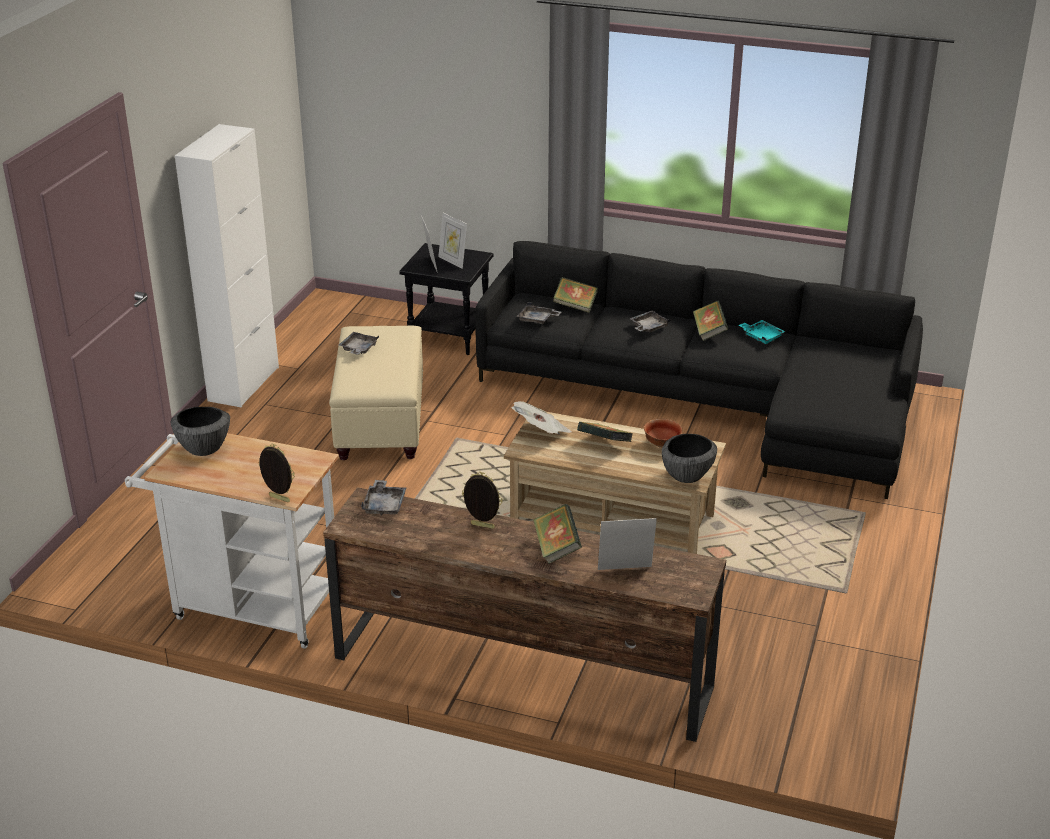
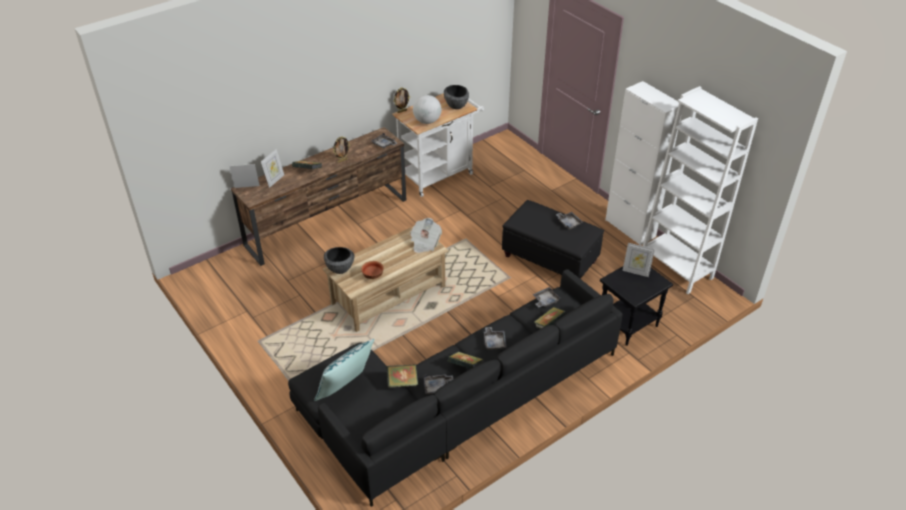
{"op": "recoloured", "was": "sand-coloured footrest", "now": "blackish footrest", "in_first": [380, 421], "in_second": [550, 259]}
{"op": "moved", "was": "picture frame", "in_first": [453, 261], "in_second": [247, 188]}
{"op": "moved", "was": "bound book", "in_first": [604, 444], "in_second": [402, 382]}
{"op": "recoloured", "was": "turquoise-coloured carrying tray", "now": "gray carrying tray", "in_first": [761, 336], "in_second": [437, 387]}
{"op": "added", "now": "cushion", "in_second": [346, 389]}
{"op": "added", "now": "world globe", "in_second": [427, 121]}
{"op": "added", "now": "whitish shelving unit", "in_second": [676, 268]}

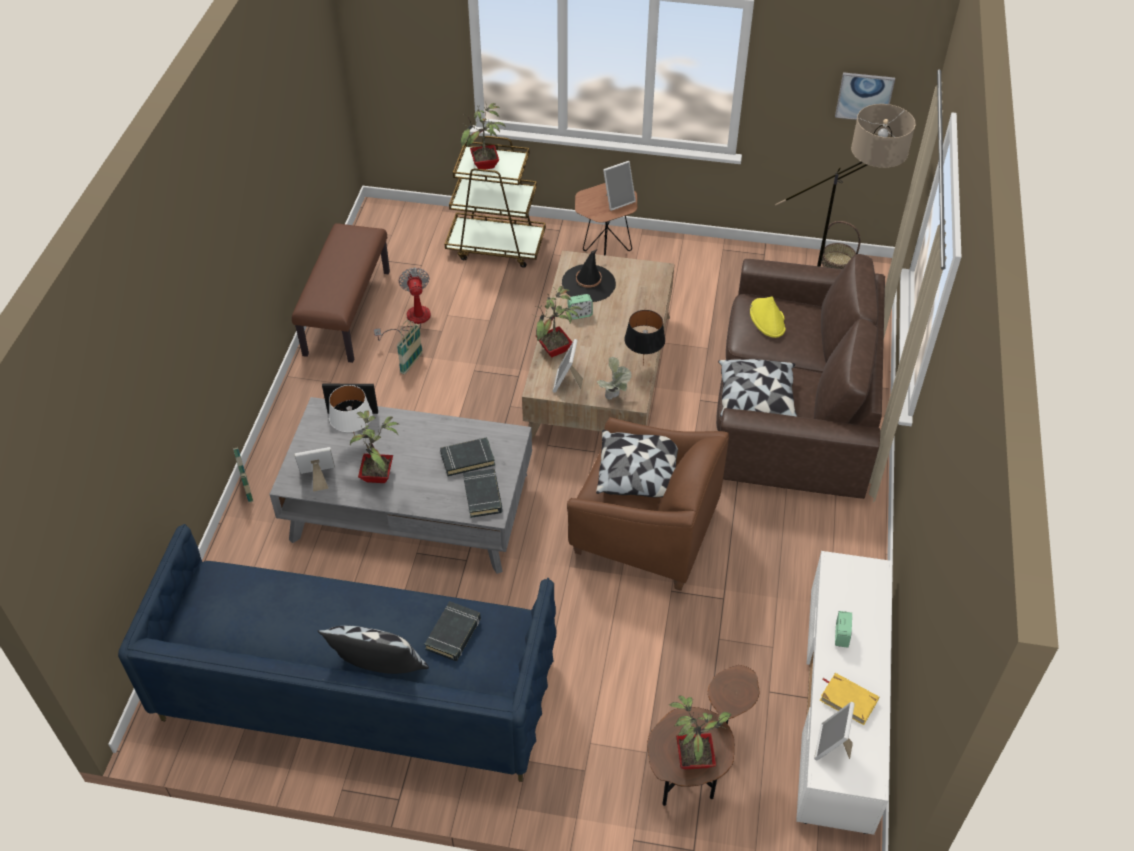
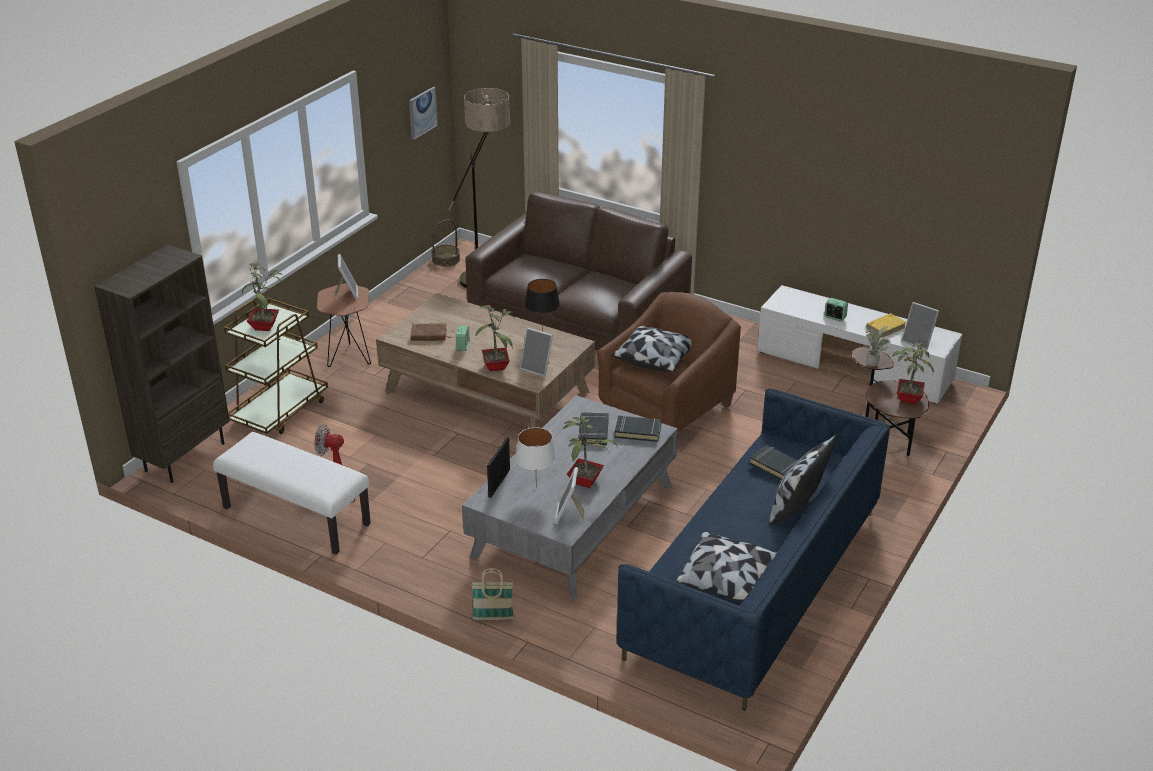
{"op": "recoloured", "was": "brown-coloured bench", "now": "whitish bench", "in_first": [346, 312], "in_second": [295, 517]}
{"op": "removed", "was": "basket", "in_first": [411, 363]}
{"op": "replaced", "was": "blackish hat", "now": "brown-coloured bound book", "in_first": [588, 283], "in_second": [429, 335]}
{"op": "moved", "was": "plant in a pot", "in_first": [614, 397], "in_second": [874, 362]}
{"op": "moved", "was": "cushion", "in_first": [756, 400], "in_second": [728, 580]}
{"op": "removed", "was": "yellow-coloured hat", "in_first": [767, 319]}
{"op": "added", "now": "brown-coloured shelving unit", "in_second": [184, 456]}

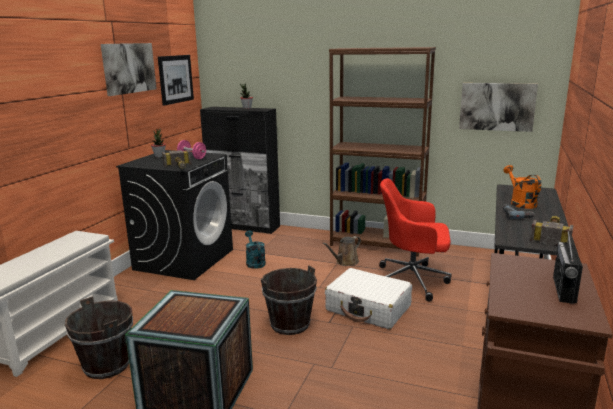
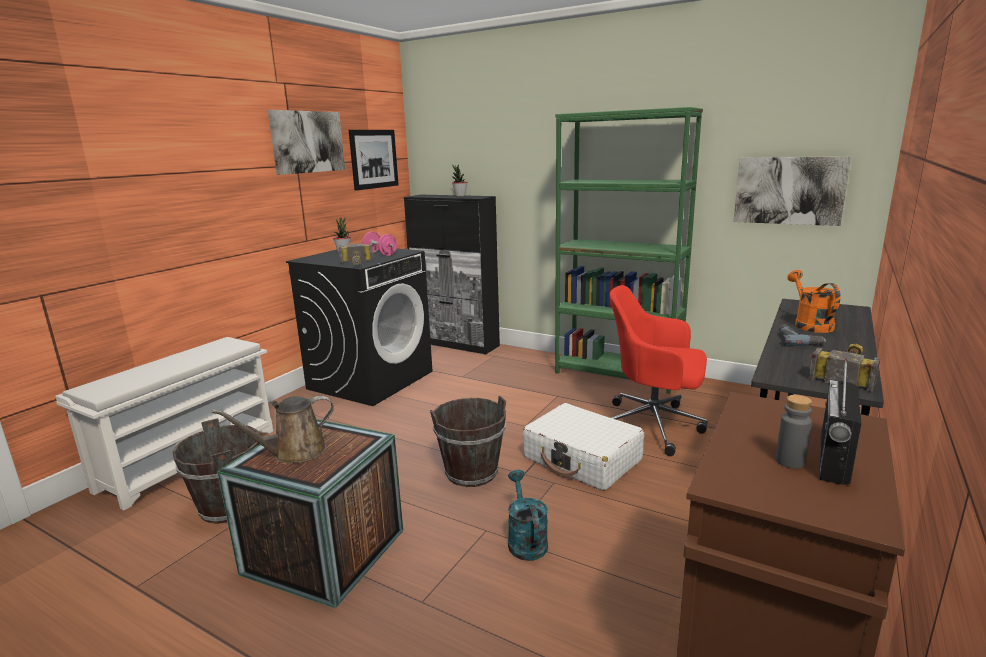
{"op": "moved", "was": "turquoise-coloured watering can", "in_first": [254, 262], "in_second": [525, 540]}
{"op": "moved", "was": "brown-coloured watering can", "in_first": [345, 262], "in_second": [294, 453]}
{"op": "recoloured", "was": "brown-coloured shelving unit", "now": "green shelving unit", "in_first": [377, 244], "in_second": [617, 374]}
{"op": "added", "now": "gray beverage bottle", "in_second": [790, 461]}

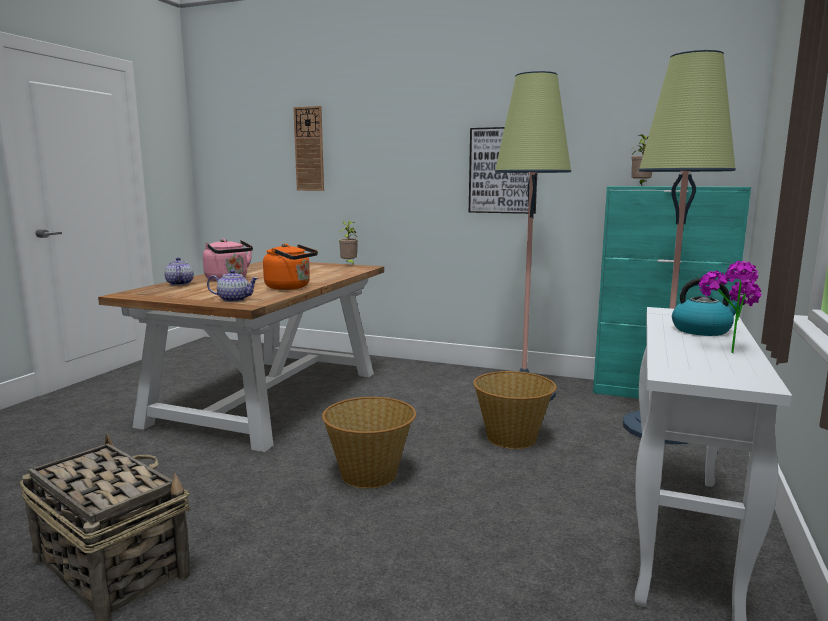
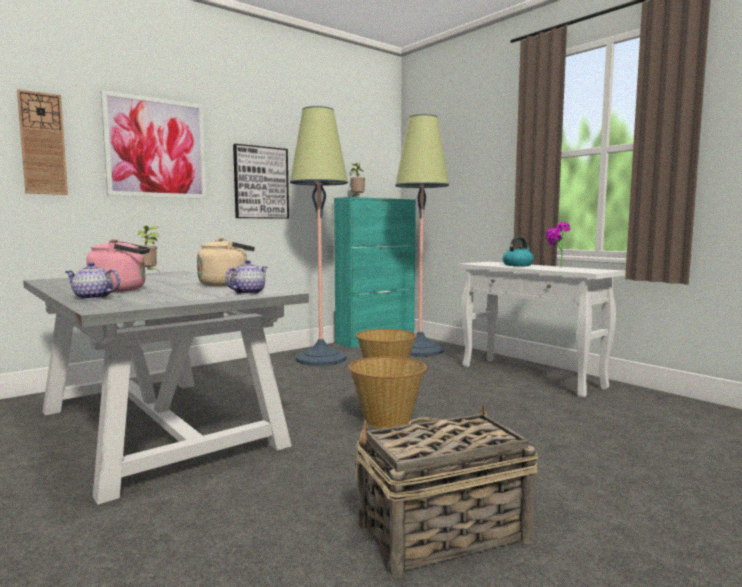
{"op": "recoloured", "was": "brown-coloured dining table", "now": "gray dining table", "in_first": [268, 397], "in_second": [155, 427]}
{"op": "recoloured", "was": "orange-coloured tea kettle", "now": "sand-coloured tea kettle", "in_first": [290, 287], "in_second": [226, 284]}
{"op": "added", "now": "wall picture", "in_second": [156, 148]}

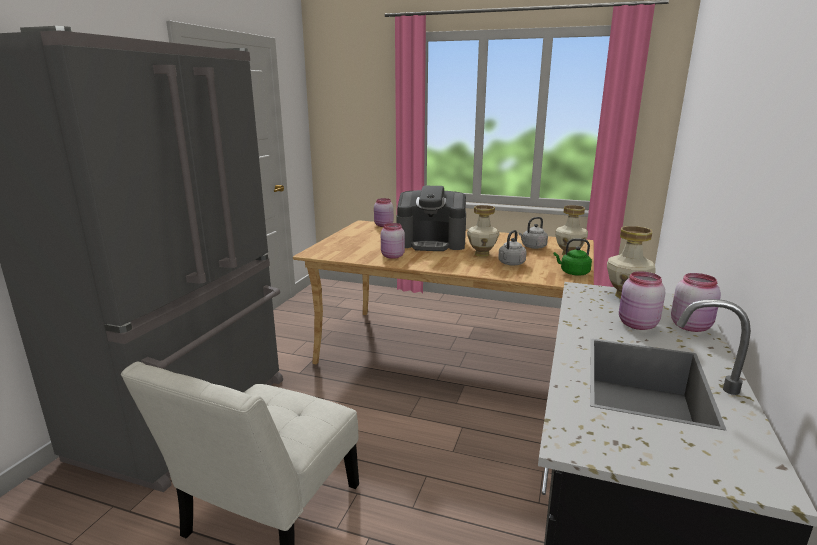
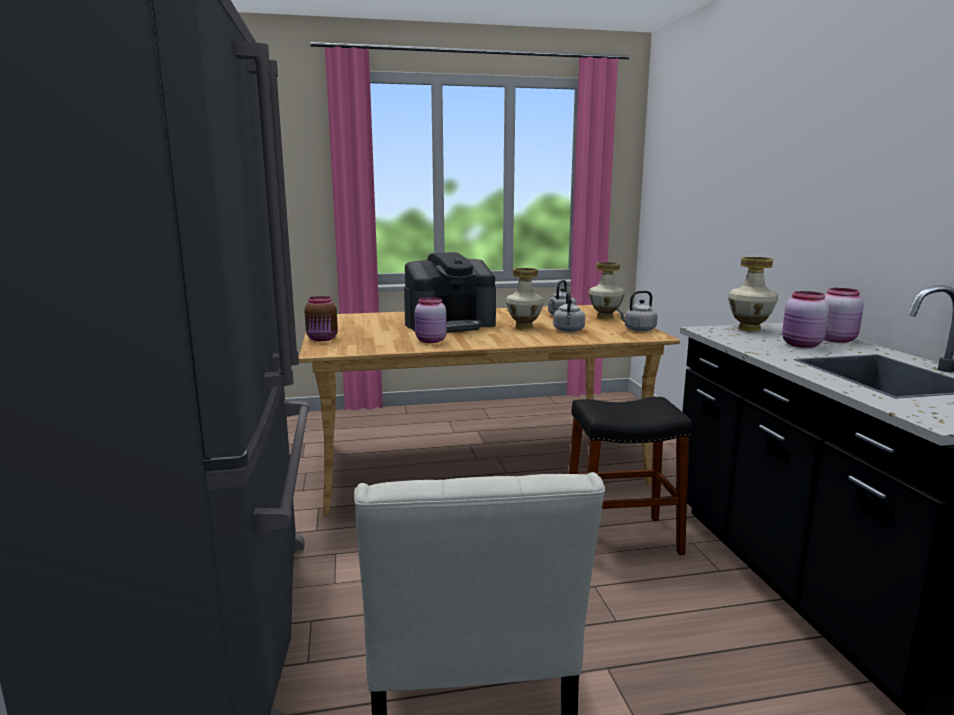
{"op": "removed", "was": "pink-coloured storage jar", "in_first": [383, 225]}
{"op": "recoloured", "was": "green tea kettle", "now": "gray tea kettle", "in_first": [573, 273], "in_second": [638, 329]}
{"op": "added", "now": "brown-coloured storage jar", "in_second": [323, 339]}
{"op": "added", "now": "blackish sitting stool", "in_second": [621, 538]}

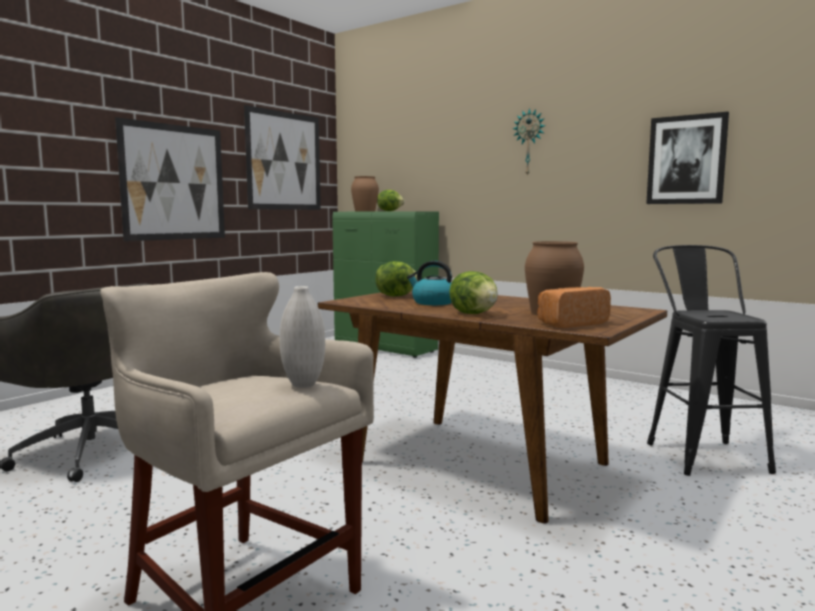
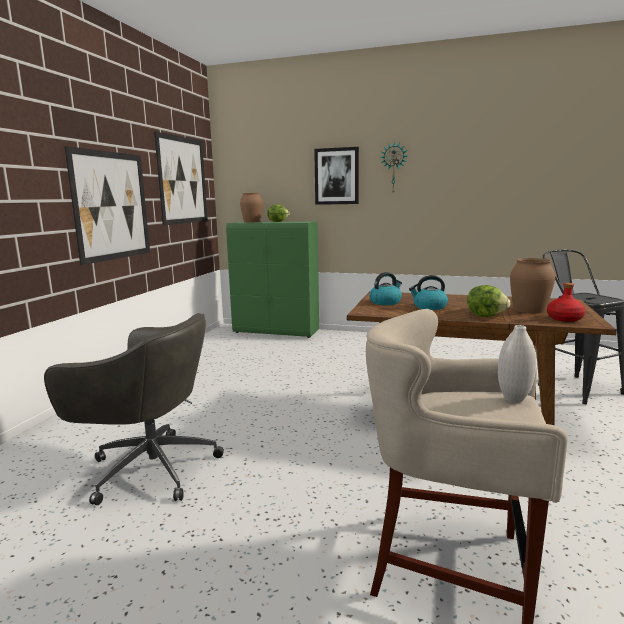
{"op": "replaced", "was": "head of lettuce", "now": "tea kettle", "in_first": [396, 296], "in_second": [385, 302]}
{"op": "replaced", "was": "bakery bread", "now": "reddish beverage bottle", "in_first": [570, 323], "in_second": [565, 319]}
{"op": "moved", "was": "wall picture", "in_first": [686, 160], "in_second": [336, 176]}

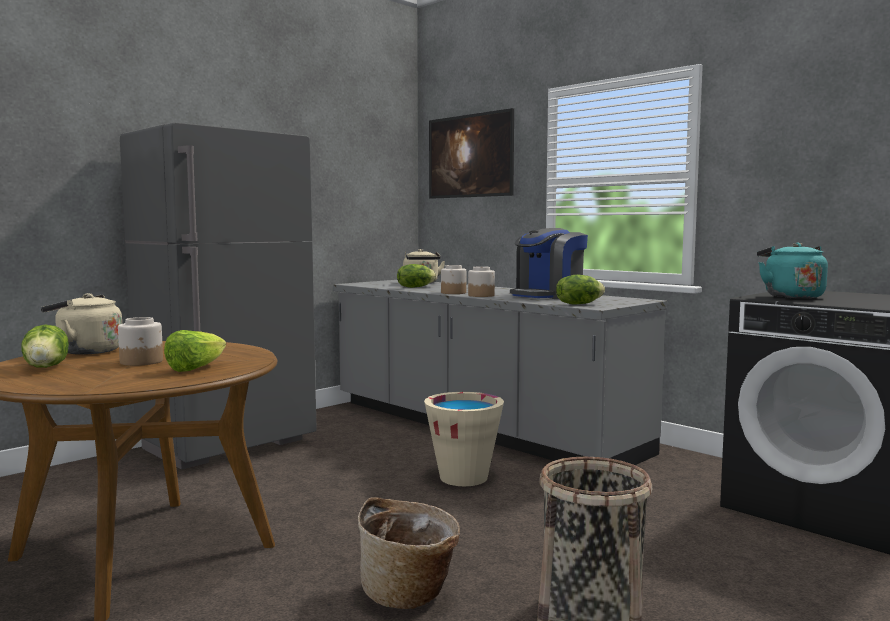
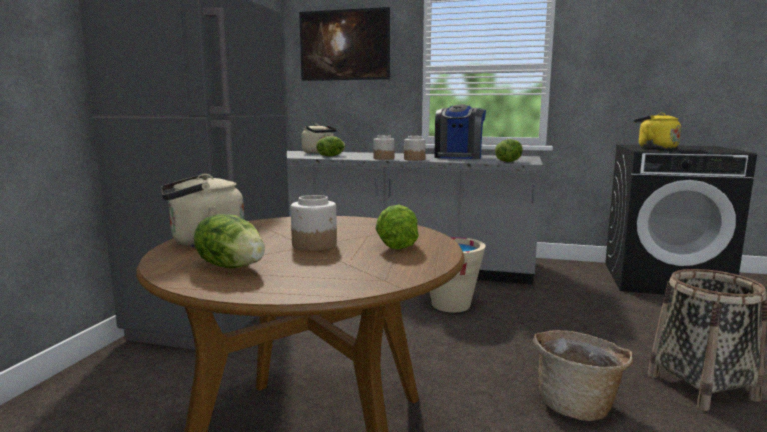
{"op": "recoloured", "was": "turquoise-coloured tea kettle", "now": "yellow-coloured tea kettle", "in_first": [790, 296], "in_second": [654, 148]}

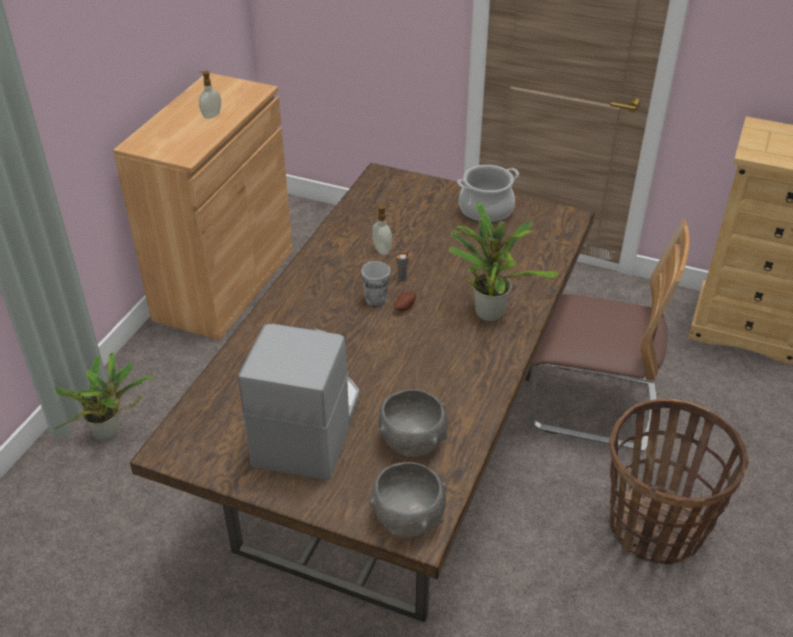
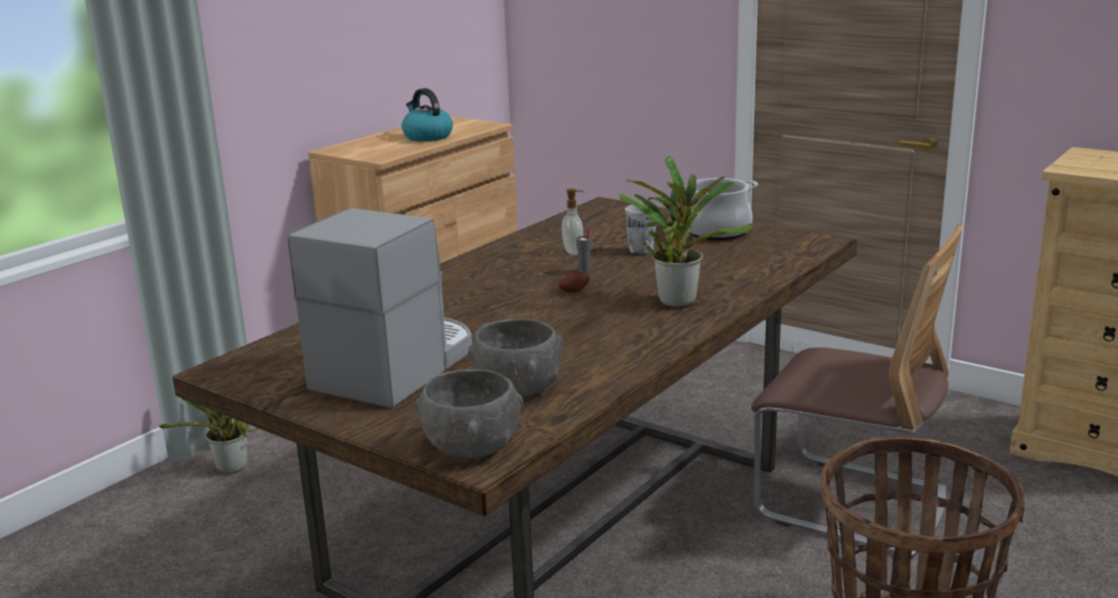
{"op": "replaced", "was": "liquid soap bottle", "now": "tea kettle", "in_first": [211, 115], "in_second": [427, 137]}
{"op": "moved", "was": "small cup", "in_first": [376, 300], "in_second": [641, 251]}

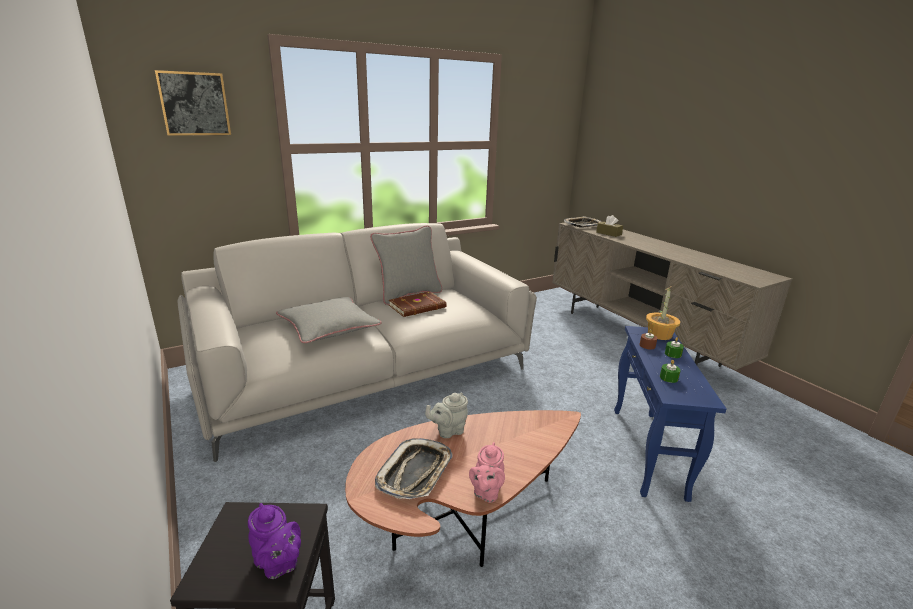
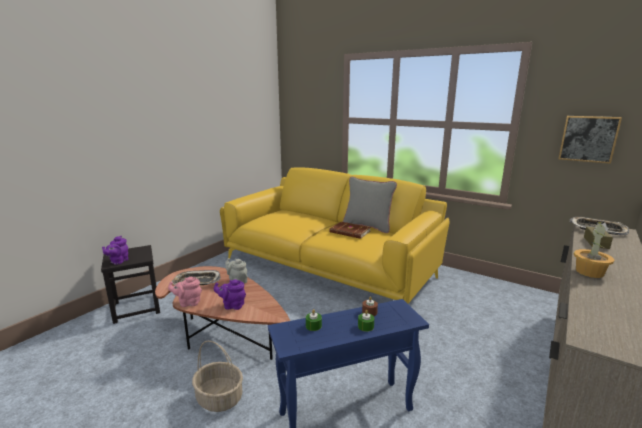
{"op": "moved", "was": "wall picture", "in_first": [194, 104], "in_second": [588, 139]}
{"op": "recoloured", "was": "gray sofa", "now": "yellow-coloured sofa", "in_first": [368, 372], "in_second": [330, 267]}
{"op": "removed", "was": "gray cushion", "in_first": [328, 327]}
{"op": "moved", "was": "plant in a pot", "in_first": [660, 335], "in_second": [589, 272]}
{"op": "added", "now": "basket", "in_second": [219, 398]}
{"op": "added", "now": "purple-coloured pot for tea", "in_second": [232, 305]}

